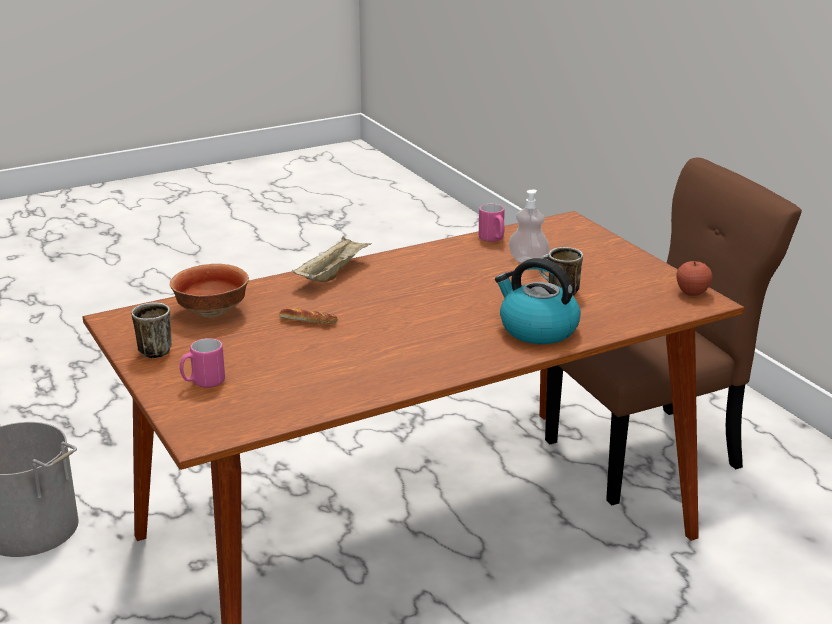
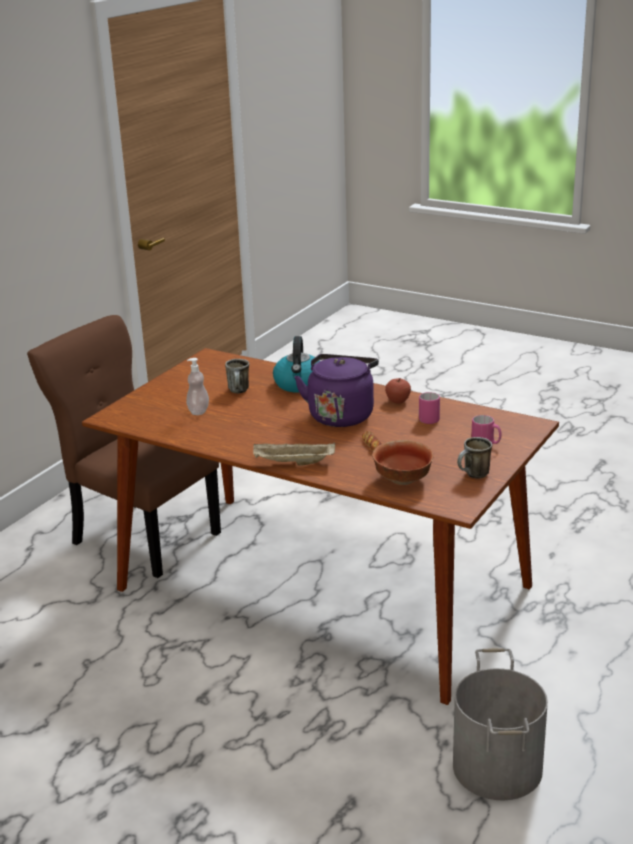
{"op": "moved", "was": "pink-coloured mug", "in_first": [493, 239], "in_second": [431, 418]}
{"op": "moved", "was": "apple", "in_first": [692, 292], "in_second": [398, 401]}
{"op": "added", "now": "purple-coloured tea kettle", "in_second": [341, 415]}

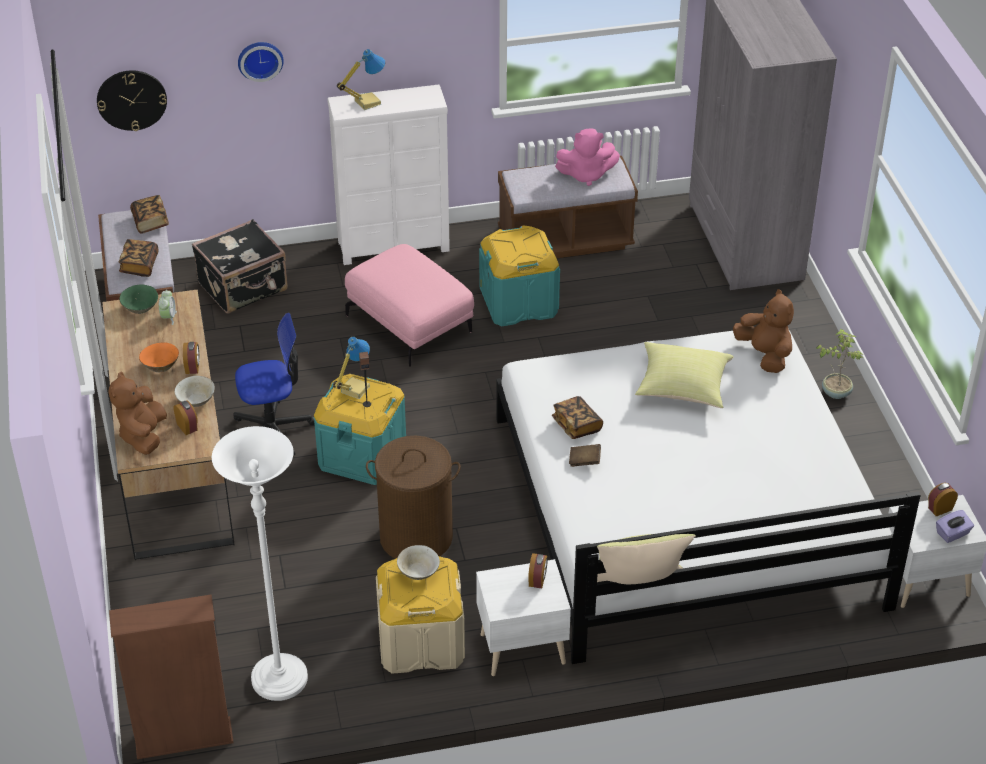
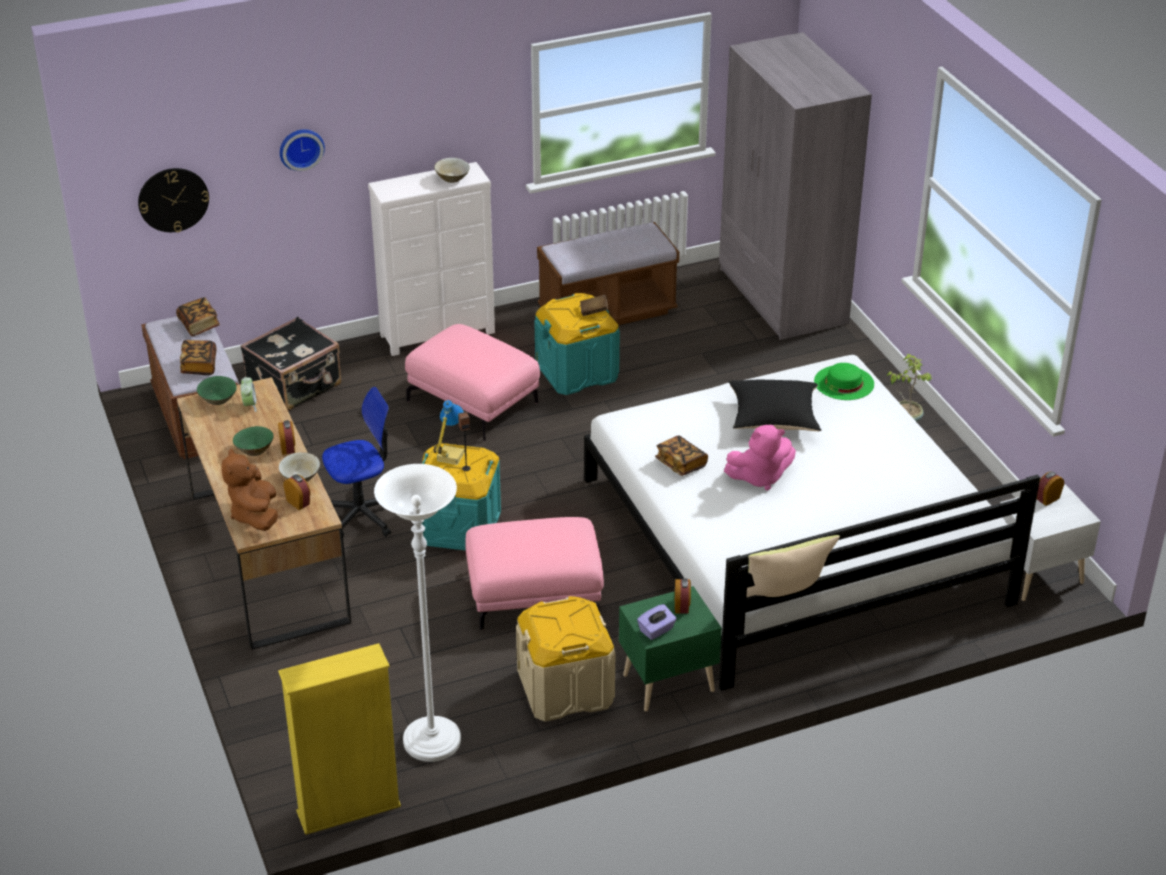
{"op": "recoloured", "was": "brown-coloured shelving unit", "now": "yellow-coloured shelving unit", "in_first": [184, 739], "in_second": [349, 809]}
{"op": "recoloured", "was": "orange-coloured deep dish", "now": "green deep dish", "in_first": [160, 366], "in_second": [254, 450]}
{"op": "removed", "was": "tabletop lamp", "in_first": [367, 102]}
{"op": "replaced", "was": "brown-coloured laundry basket", "now": "pink-coloured footrest", "in_first": [416, 537], "in_second": [534, 595]}
{"op": "moved", "was": "sand-coloured deep dish", "in_first": [418, 572], "in_second": [452, 179]}
{"op": "recoloured", "was": "whitish bedside table", "now": "green bedside table", "in_first": [521, 647], "in_second": [666, 682]}
{"op": "moved", "was": "pink-coloured soft toy", "in_first": [586, 175], "in_second": [760, 477]}
{"op": "moved", "was": "brown-coloured bound book", "in_first": [584, 461], "in_second": [594, 311]}
{"op": "recoloured", "was": "yellow-coloured cushion", "now": "blackish cushion", "in_first": [681, 388], "in_second": [773, 420]}
{"op": "replaced", "was": "brown-coloured soft toy", "now": "green hat", "in_first": [764, 355], "in_second": [844, 382]}
{"op": "moved", "was": "purple-coloured tissue holder", "in_first": [952, 534], "in_second": [656, 630]}

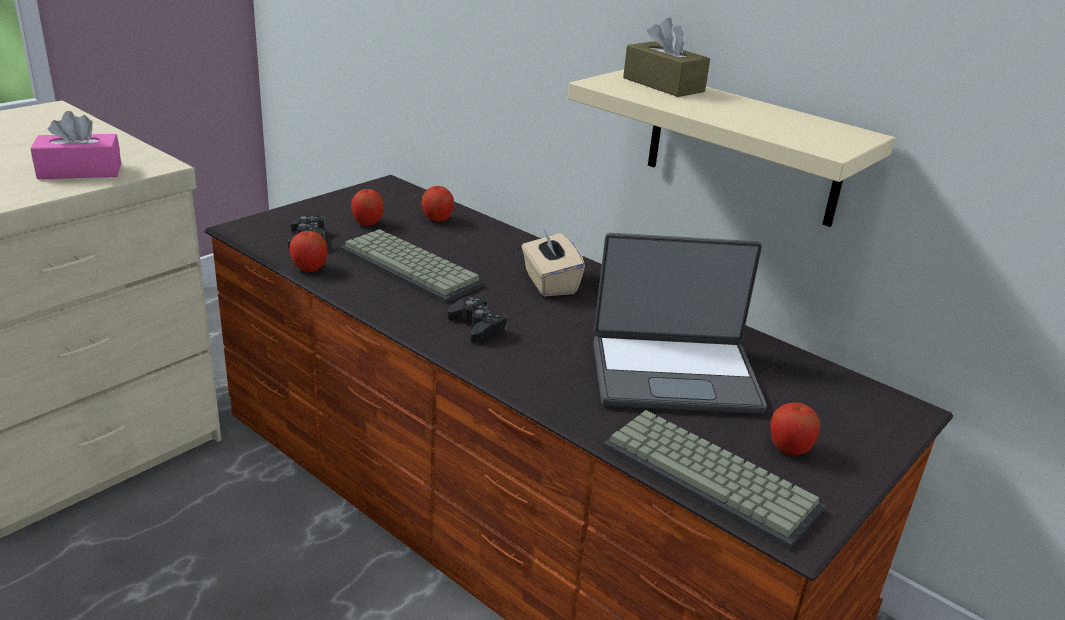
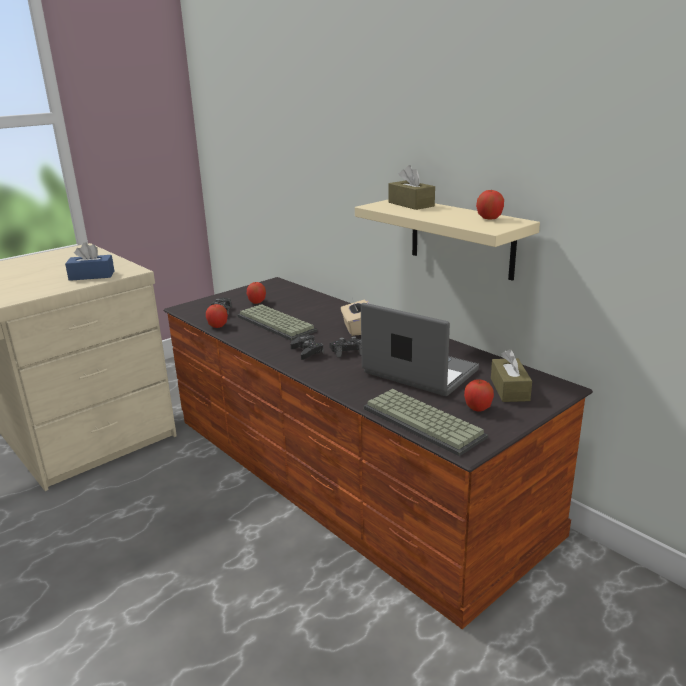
{"op": "recoloured", "was": "pink-coloured tissue holder", "now": "blue-coloured tissue holder", "in_first": [80, 171], "in_second": [92, 276]}
{"op": "moved", "was": "apple", "in_first": [437, 219], "in_second": [489, 218]}
{"op": "turned", "was": "notebook computer", "in_first": [674, 374], "in_second": [419, 372], "clockwise": -150}
{"op": "added", "now": "blackish gamepad", "in_second": [348, 351]}
{"op": "added", "now": "brown-coloured tissue holder", "in_second": [509, 389]}

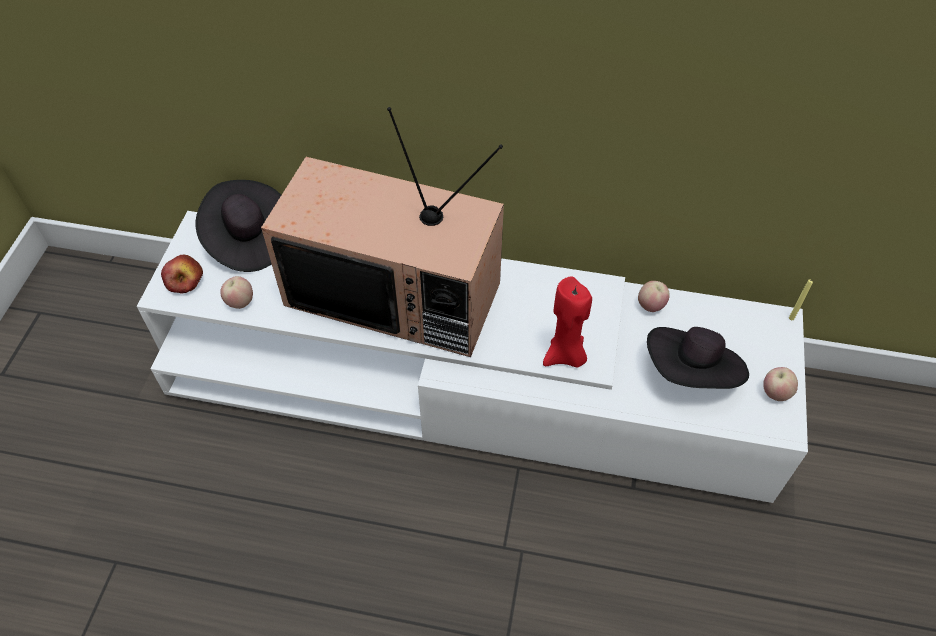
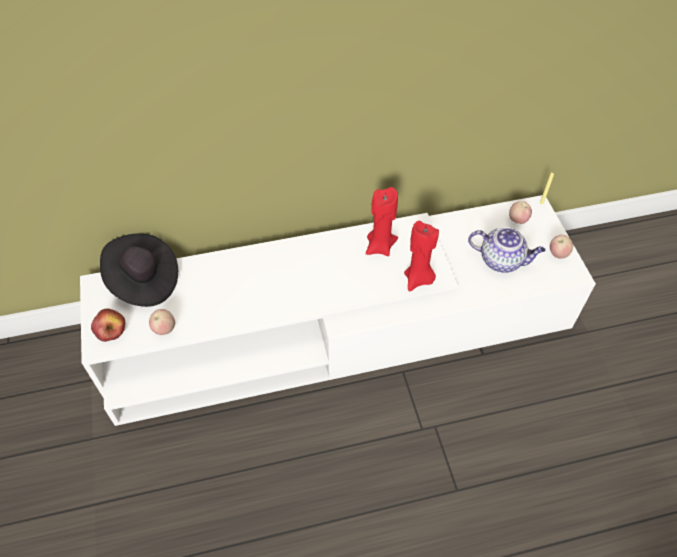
{"op": "removed", "was": "television", "in_first": [397, 292]}
{"op": "moved", "was": "apple", "in_first": [650, 306], "in_second": [517, 220]}
{"op": "replaced", "was": "blackish hat", "now": "pot for tea", "in_first": [692, 373], "in_second": [502, 260]}
{"op": "added", "now": "reddish wax light", "in_second": [380, 246]}

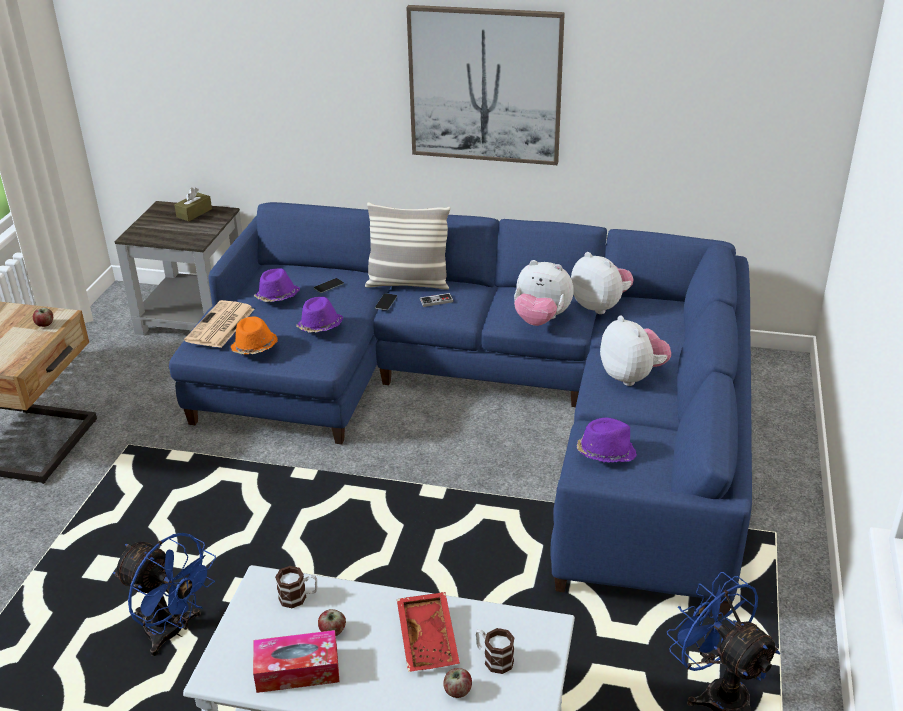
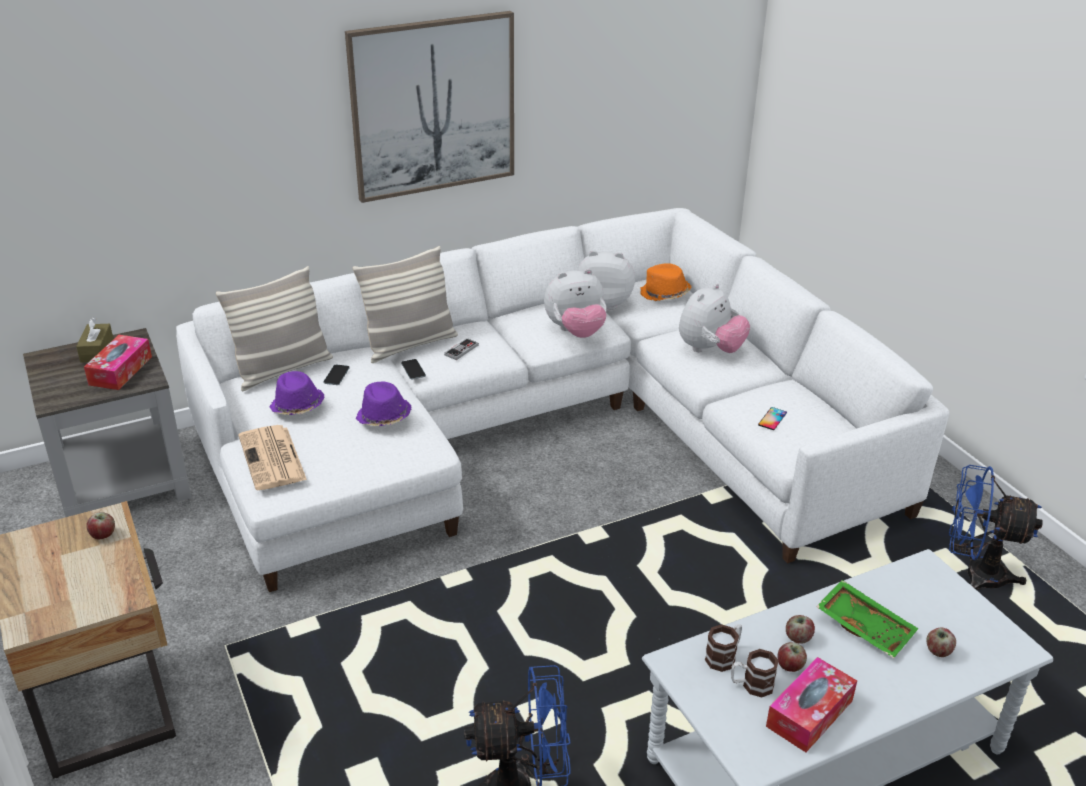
{"op": "recoloured", "was": "blue-coloured sofa", "now": "whitish sofa", "in_first": [493, 402], "in_second": [544, 434]}
{"op": "moved", "was": "orange-coloured hat", "in_first": [254, 348], "in_second": [664, 294]}
{"op": "recoloured", "was": "reddish carrying tray", "now": "green carrying tray", "in_first": [429, 639], "in_second": [865, 626]}
{"op": "moved", "was": "mug", "in_first": [493, 659], "in_second": [751, 685]}
{"op": "replaced", "was": "purple-coloured hat", "now": "phone", "in_first": [605, 453], "in_second": [772, 419]}
{"op": "turned", "was": "soft toy", "in_first": [632, 376], "in_second": [710, 350], "clockwise": 105}
{"op": "added", "now": "tissue holder", "in_second": [120, 370]}
{"op": "added", "now": "cushion", "in_second": [282, 370]}
{"op": "added", "now": "apple", "in_second": [798, 638]}

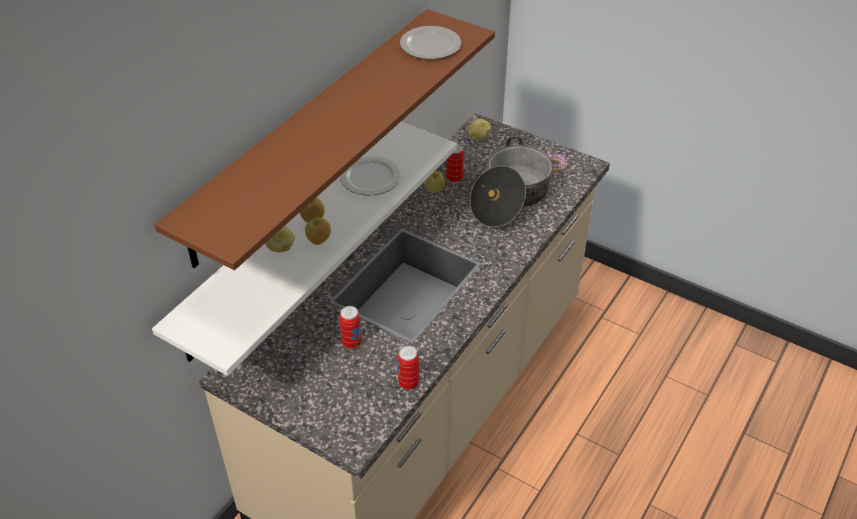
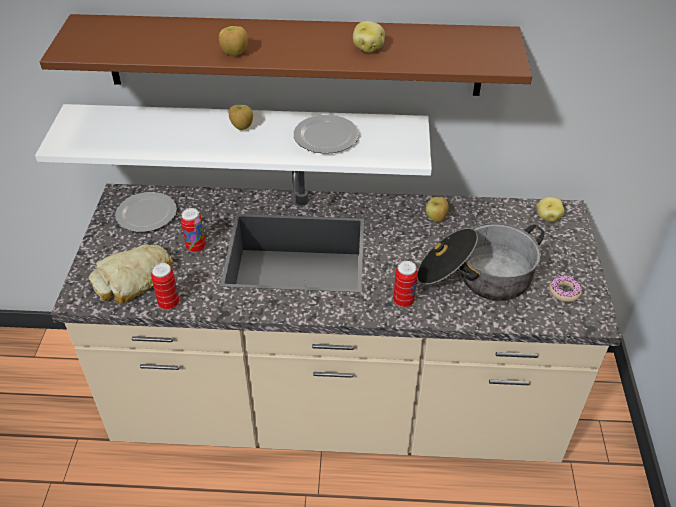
{"op": "moved", "was": "potato", "in_first": [280, 247], "in_second": [368, 48]}
{"op": "moved", "was": "apple", "in_first": [318, 241], "in_second": [234, 53]}
{"op": "moved", "was": "dinner plate", "in_first": [430, 46], "in_second": [145, 214]}
{"op": "moved", "was": "sealed can", "in_first": [454, 178], "in_second": [403, 301]}
{"op": "added", "now": "bakery bread", "in_second": [134, 279]}

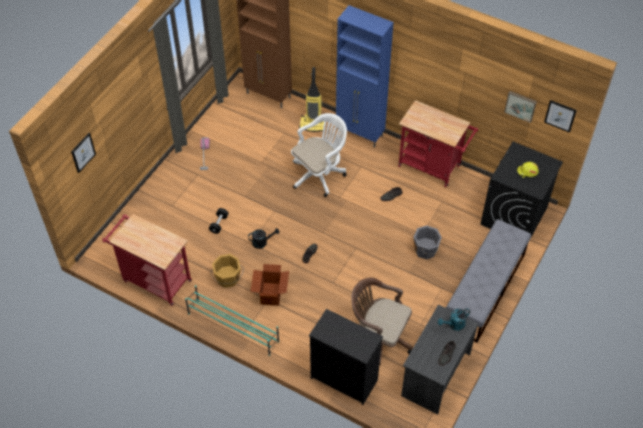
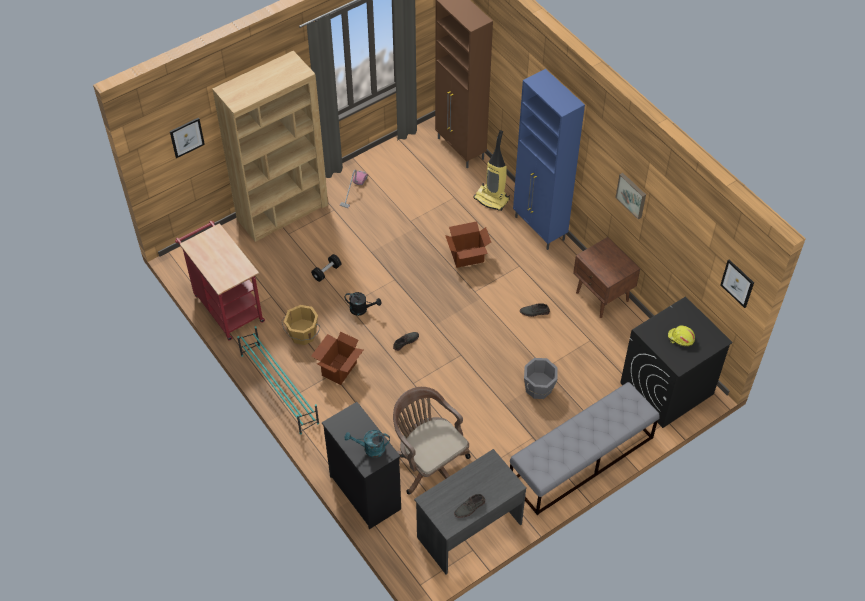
{"op": "replaced", "was": "whitish desk chair", "now": "packing box", "in_first": [319, 174], "in_second": [467, 257]}
{"op": "replaced", "was": "reddish trolley", "now": "brown-coloured bedside table", "in_first": [433, 167], "in_second": [602, 297]}
{"op": "moved", "was": "turquoise-coloured watering can", "in_first": [454, 325], "in_second": [370, 449]}
{"op": "moved", "was": "wall picture", "in_first": [520, 105], "in_second": [632, 195]}
{"op": "added", "now": "brown-coloured shelving unit", "in_second": [283, 212]}

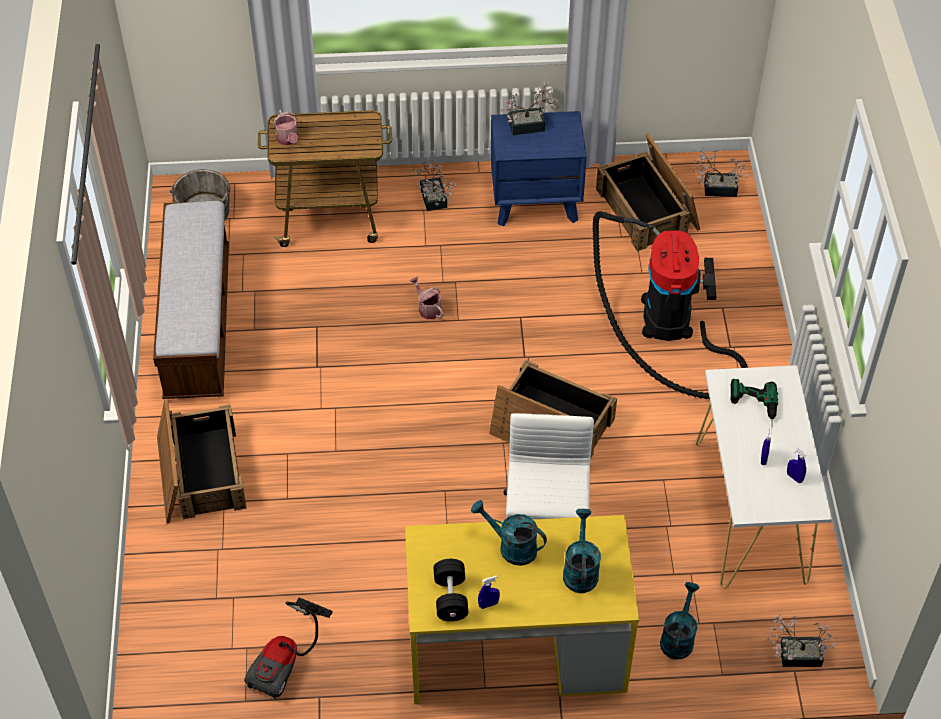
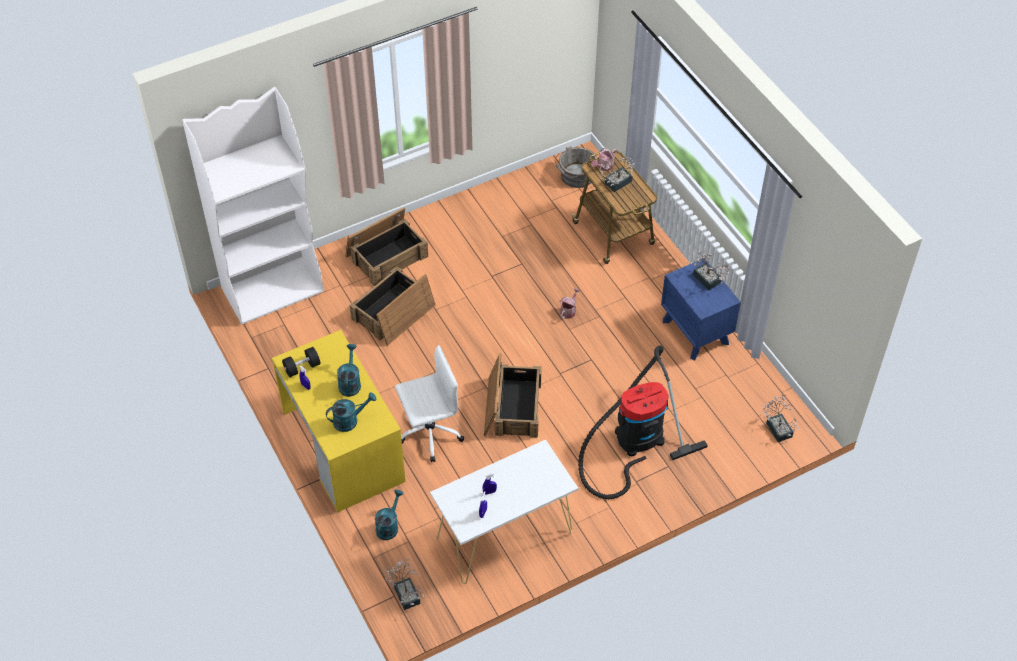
{"op": "removed", "was": "bench", "in_first": [198, 323]}
{"op": "removed", "was": "vacuum", "in_first": [288, 660]}
{"op": "moved", "was": "plant in a pot", "in_first": [434, 201], "in_second": [615, 183]}
{"op": "moved", "was": "packing crate", "in_first": [648, 209], "in_second": [393, 313]}
{"op": "turned", "was": "turquoise-coloured watering can", "in_first": [678, 637], "in_second": [389, 526], "clockwise": -60}
{"op": "removed", "was": "drill", "in_first": [753, 407]}
{"op": "added", "now": "whitish shelving unit", "in_second": [273, 289]}

